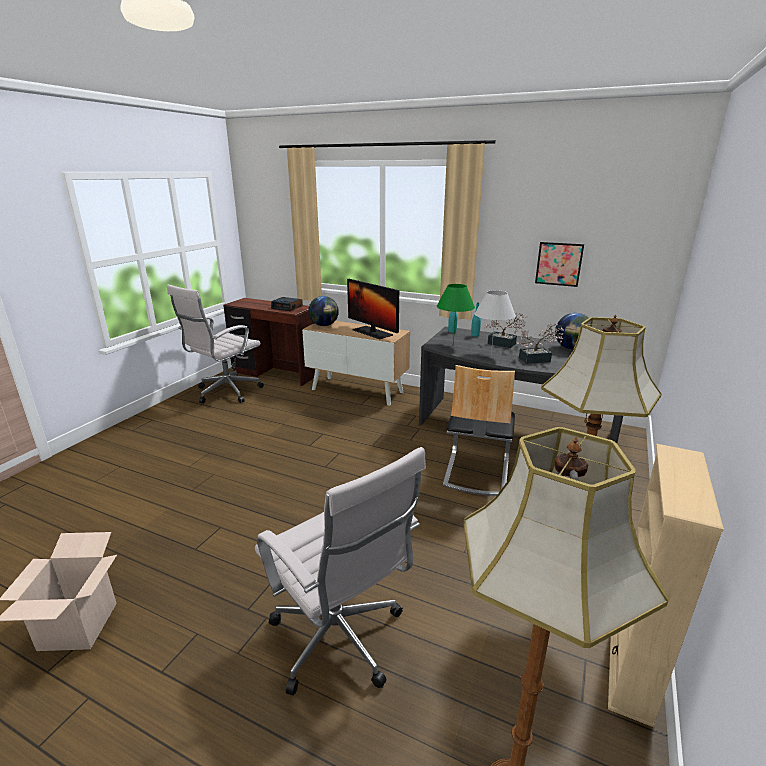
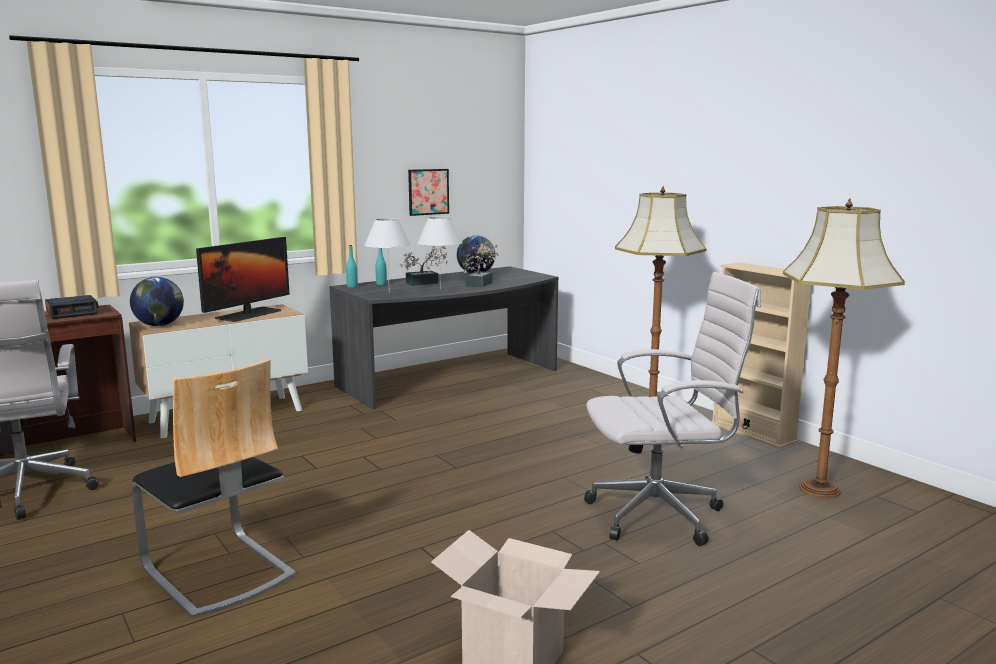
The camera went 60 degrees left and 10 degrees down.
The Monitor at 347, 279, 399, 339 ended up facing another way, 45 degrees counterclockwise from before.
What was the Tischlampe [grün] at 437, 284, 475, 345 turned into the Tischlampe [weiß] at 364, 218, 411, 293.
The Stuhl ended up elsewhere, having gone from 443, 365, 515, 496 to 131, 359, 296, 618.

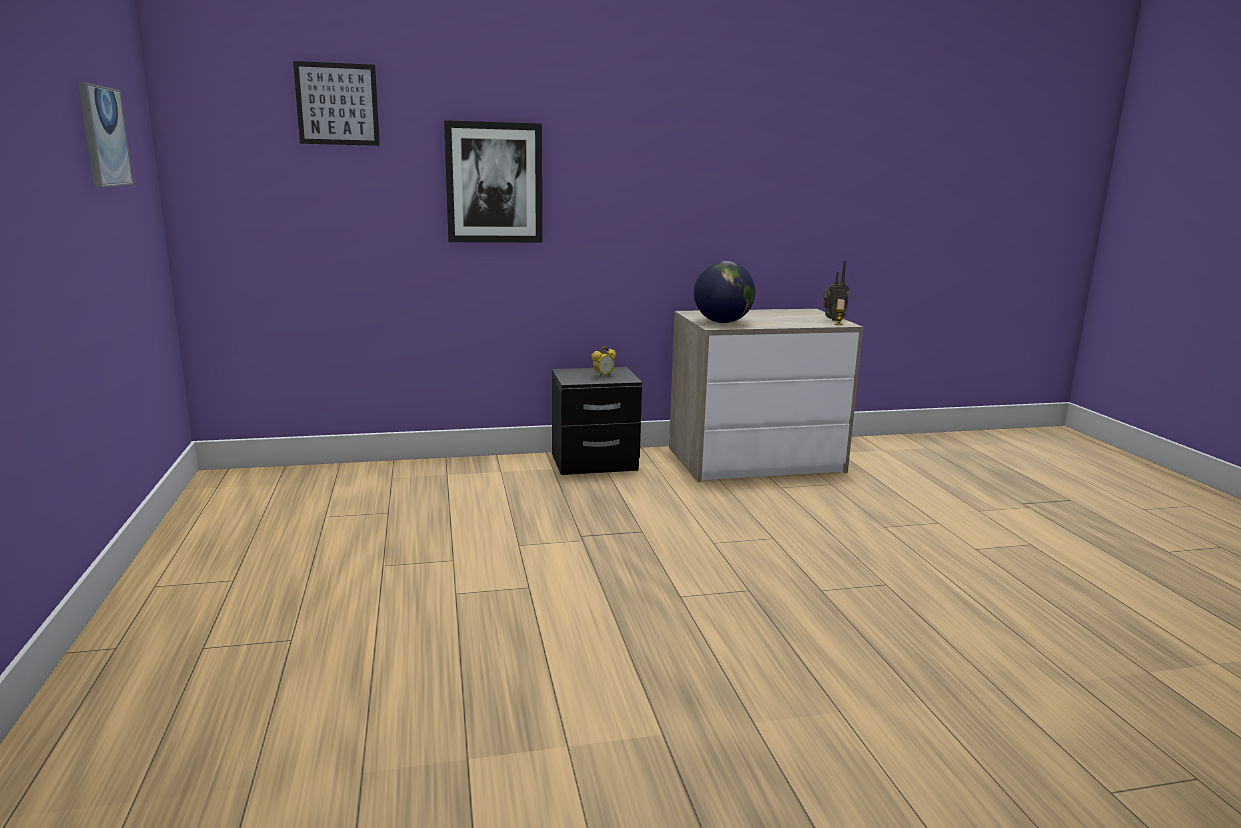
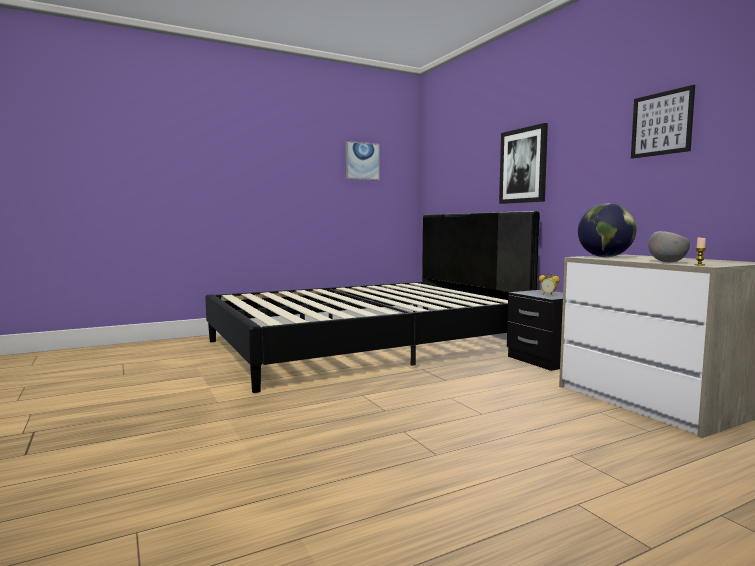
The camera went 75 degrees right and 10 degrees down.
The Bild ended up elsewhere, having gone from 293, 61, 380, 146 to 631, 85, 695, 159.
The second view lost the Radio at 823, 260, 849, 321.
The second view gained the Bett [schwarz] at 205, 211, 540, 393.
The second view gained the Schüssel [grau] at 648, 231, 690, 262.

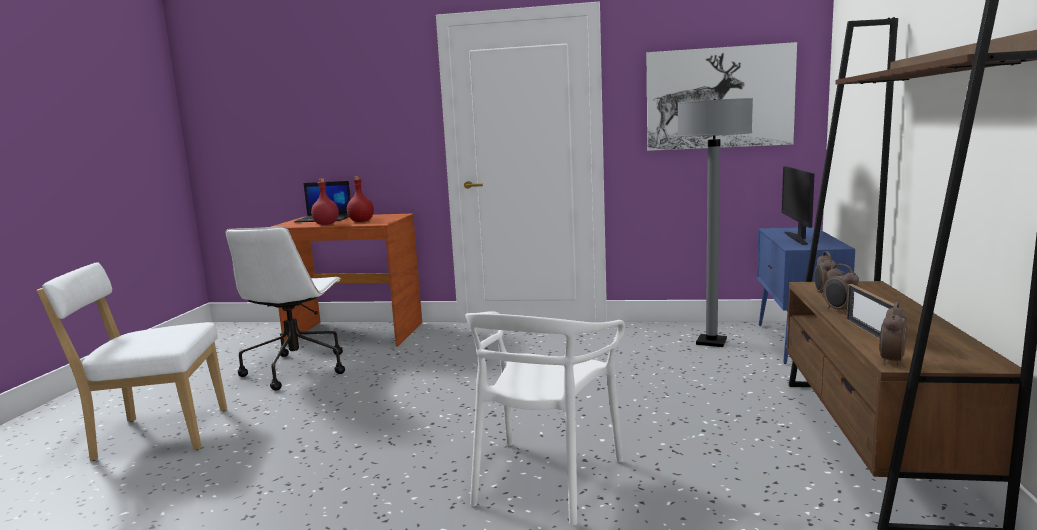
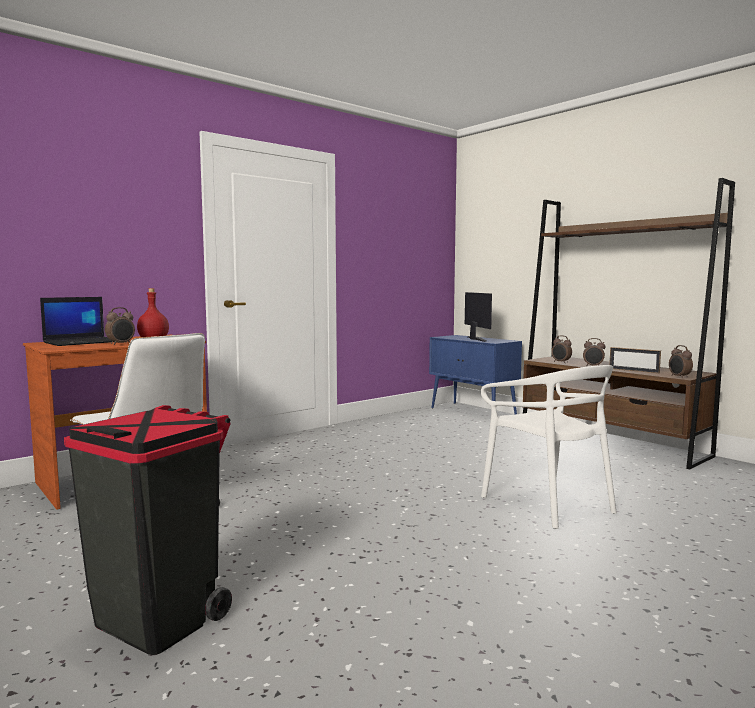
The camera went 50 degrees left and 5 degrees down.
The second view lost the Bild at 647, 42, 797, 151.
The second view lost the Stehlampe [grau] at 677, 98, 753, 347.
The Monitor at 781, 166, 814, 245 ended up facing another way, 150 degrees counterclockwise from before.
Where the Flasche [rot] stood at 311, 178, 339, 225, the Wecker came to stand at 105, 307, 135, 345.
Where the Stuhl [weiß] stood at 37, 262, 227, 461, the Mülleimer [schwarz] came to stand at 64, 405, 232, 655.

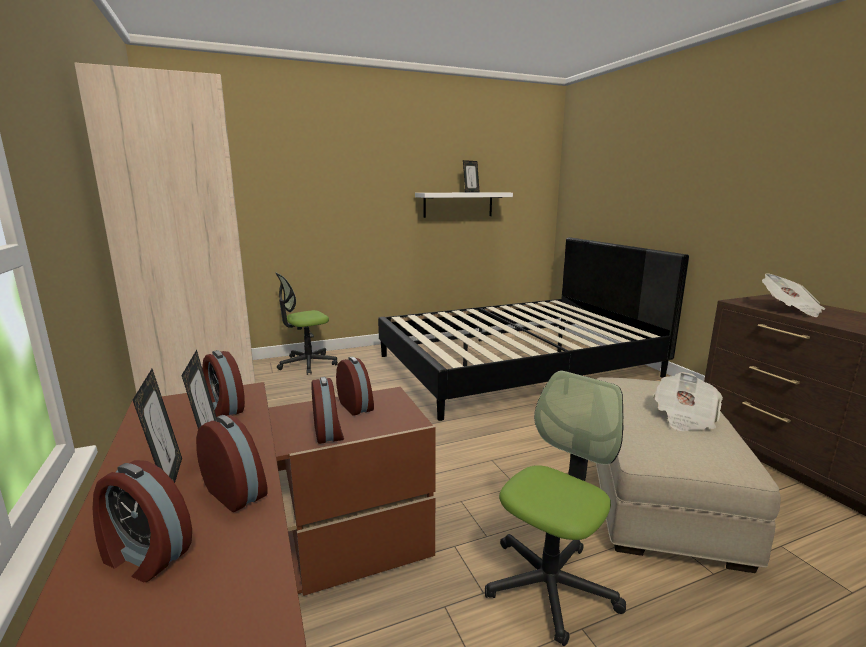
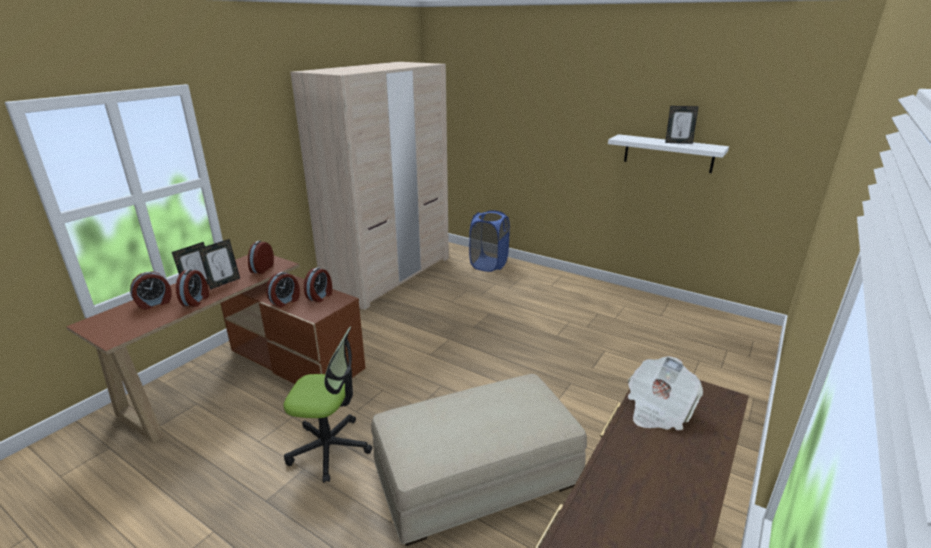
The camera went 55 degrees right and 10 degrees up.
The second view lost the Bett [schwarz] at 378, 237, 689, 421.
Where the Bürostuhl stood at 275, 272, 338, 375, the Wäschekorb [blau] came to stand at 469, 210, 510, 272.
The second view lost the Zeitung at 653, 372, 723, 431.
The Wecker at 93, 460, 192, 582 ended up facing another way, 120 degrees counterclockwise from before.

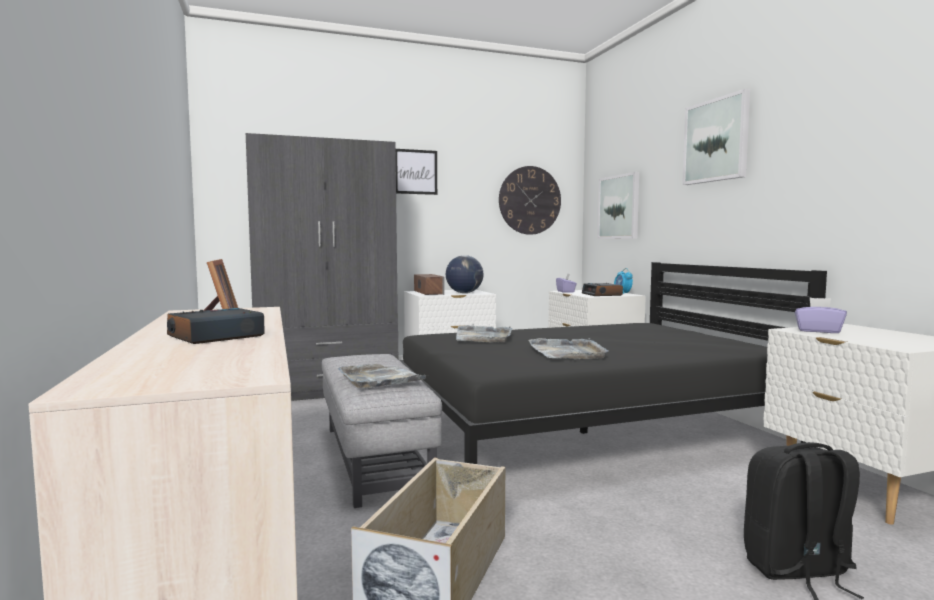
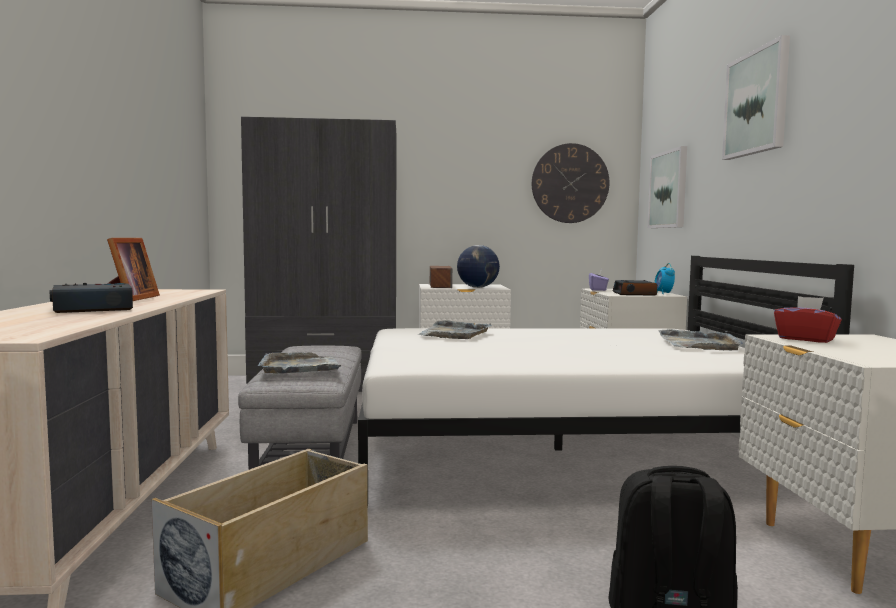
The camera went 15 degrees right and 0 degrees up.
The second view lost the Bild at 396, 149, 437, 195.
What was the Bett [schwarz] at 399, 262, 827, 464 turned into the Bett [weiß] at 358, 256, 854, 464.
What was the Taschentuchbox [lila] at 795, 298, 847, 333 turned into the Taschentuchbox [rot] at 774, 296, 842, 343.
The Tablett [grau] ended up elsewhere, having gone from 528, 338, 609, 359 to 658, 329, 744, 350.

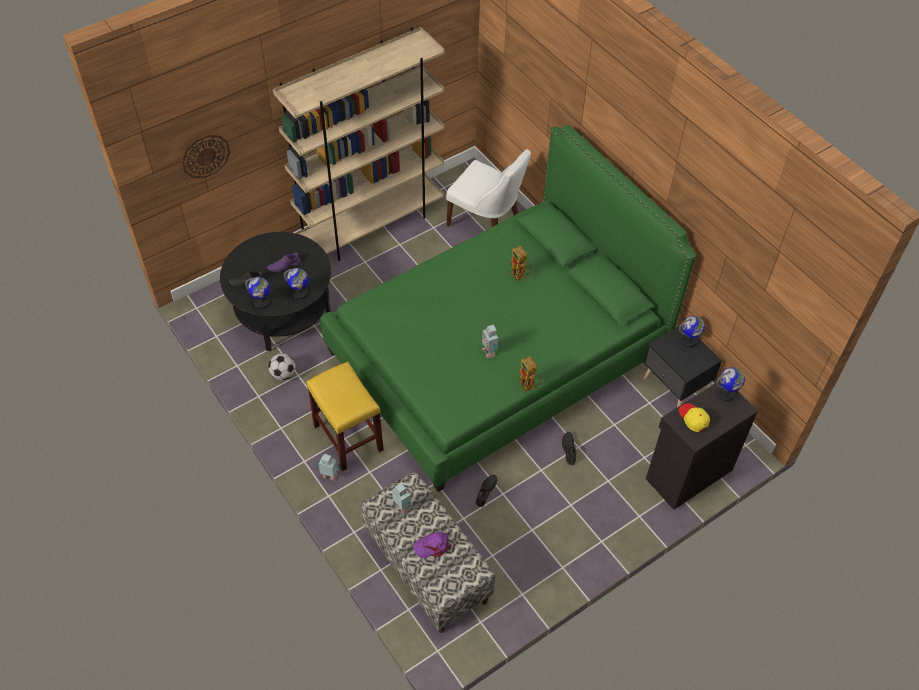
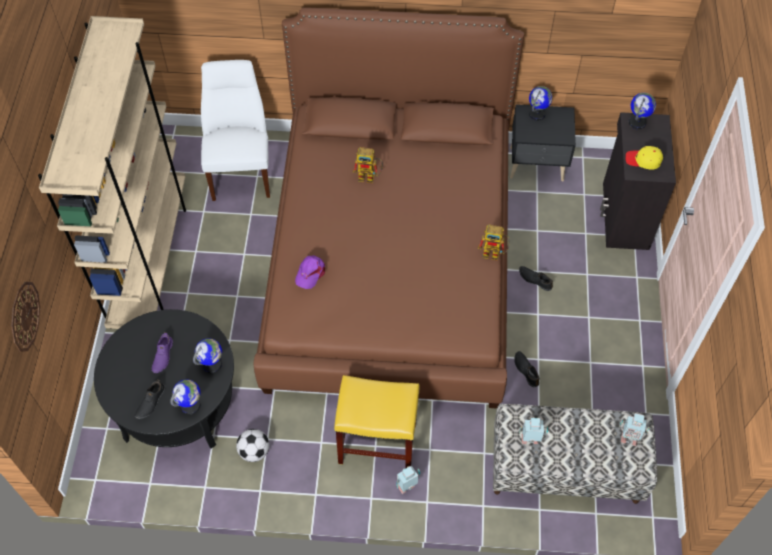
The camera went 50 degrees left and 5 degrees up.
What was the Bett [grün] at 320, 125, 696, 492 turned into the Bett [braun] at 254, 8, 524, 408.
The Stuhl [weiß] at 446, 149, 531, 227 ended up facing another way, 75 degrees counterclockwise from before.
The Spielzeugroboter ended up elsewhere, having gone from 482, 325, 499, 359 to 620, 413, 649, 446.
The Kappe [lila] ended up elsewhere, having gone from 413, 532, 451, 558 to 295, 255, 325, 289.

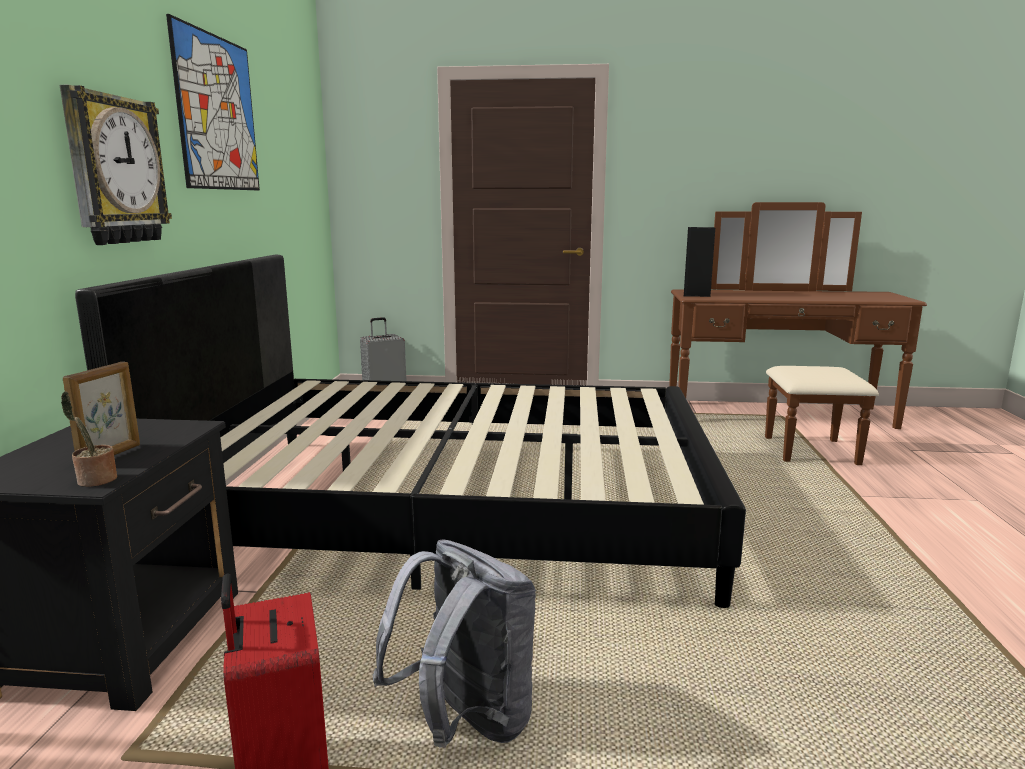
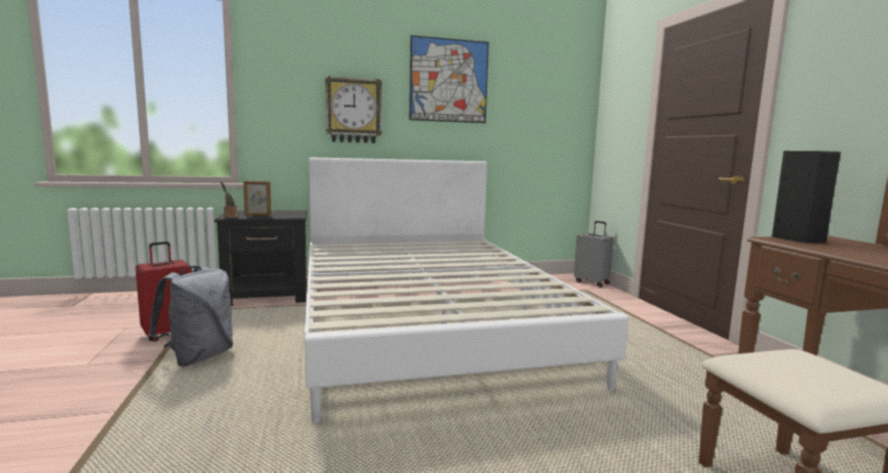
The camera went 70 degrees right and 5 degrees down.
What was the Bett [schwarz] at 75, 255, 746, 608 turned into the Bett [weiß] at 304, 157, 629, 423.

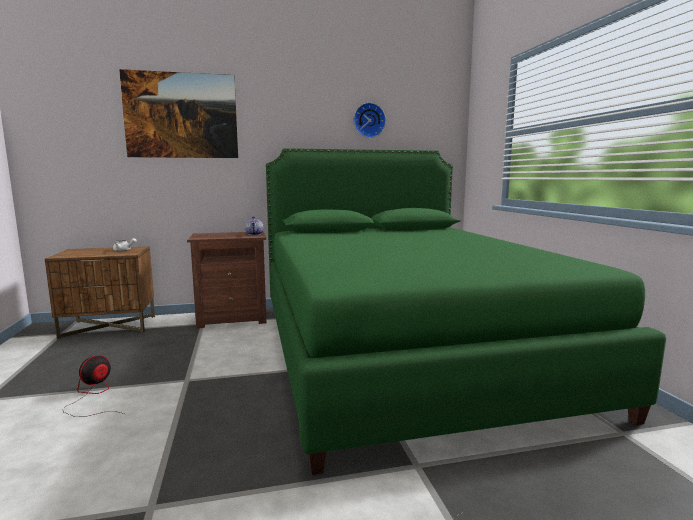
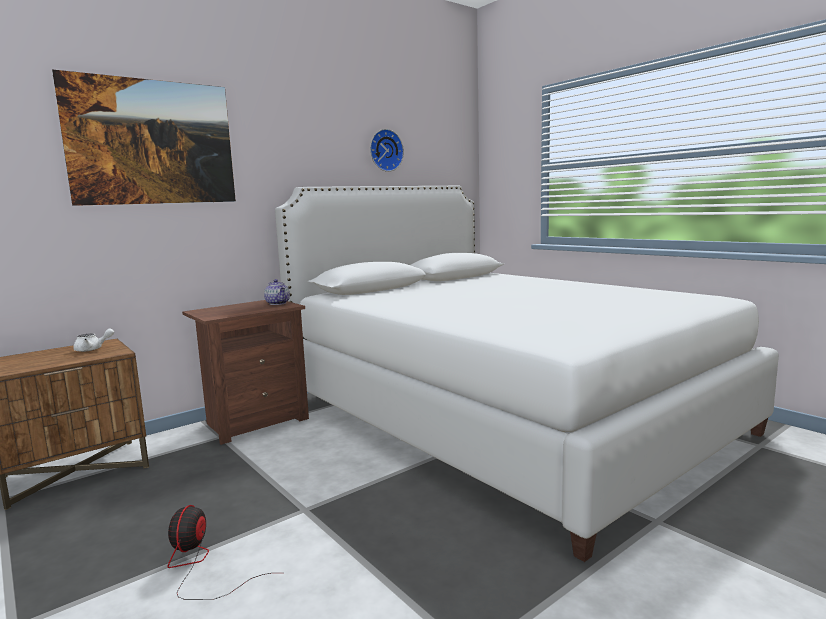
The camera went 25 degrees left and 0 degrees up.
What was the Bett [grün] at 266, 148, 666, 475 turned into the Bett [weiß] at 275, 186, 779, 562.

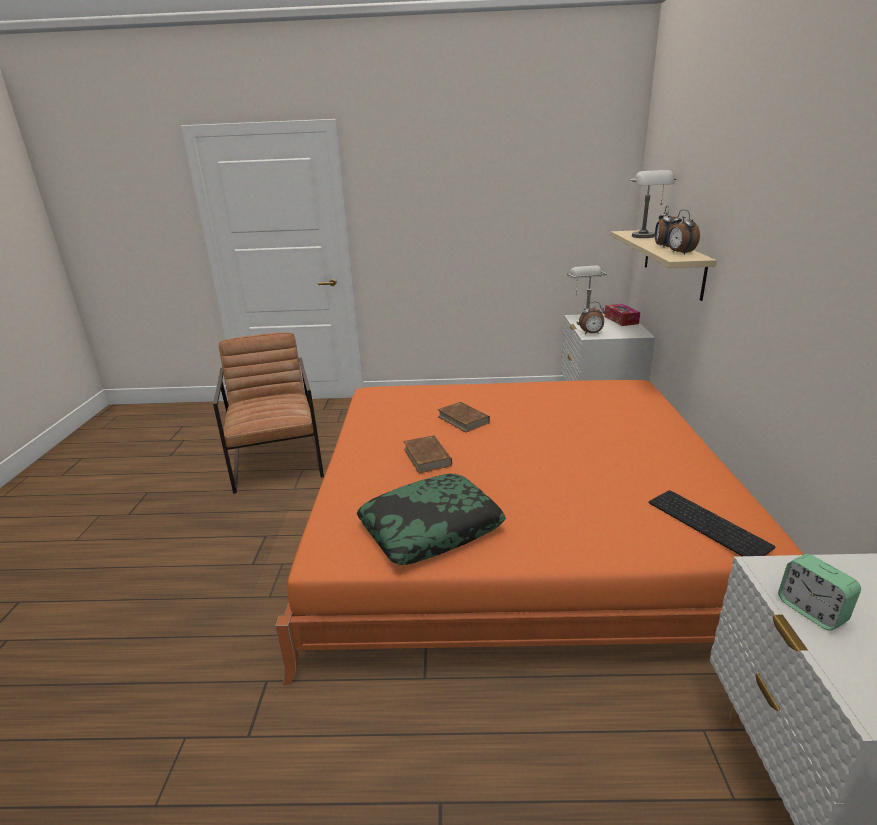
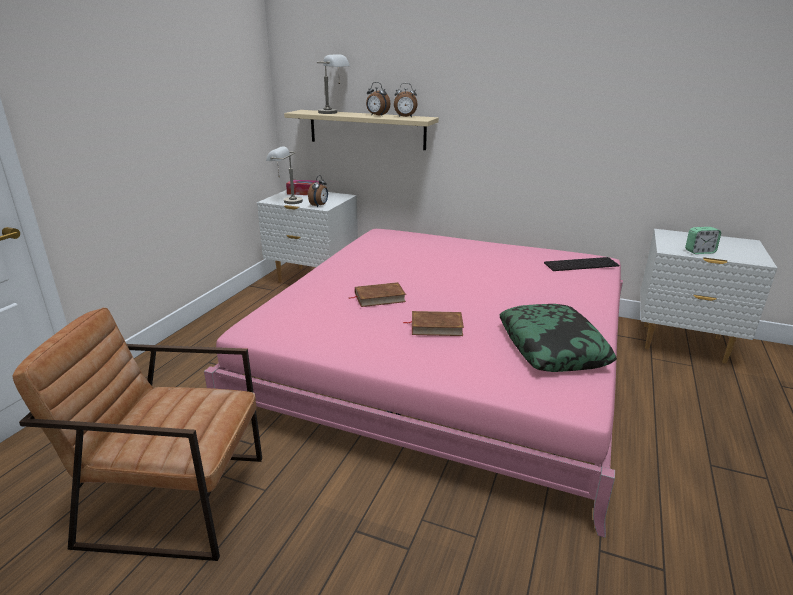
The camera went 70 degrees left and 0 degrees up.
What was the Bett [orange] at 275, 380, 804, 685 turned into the Bett [rosa] at 204, 229, 623, 538.

